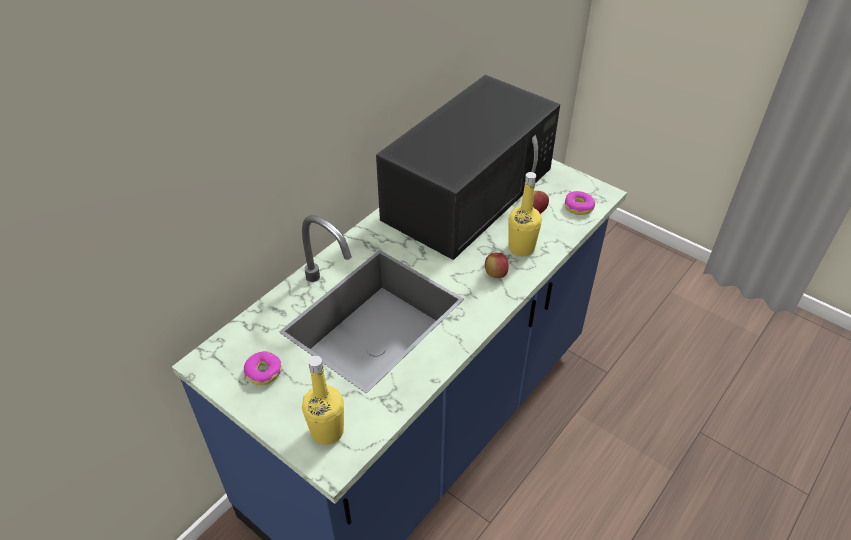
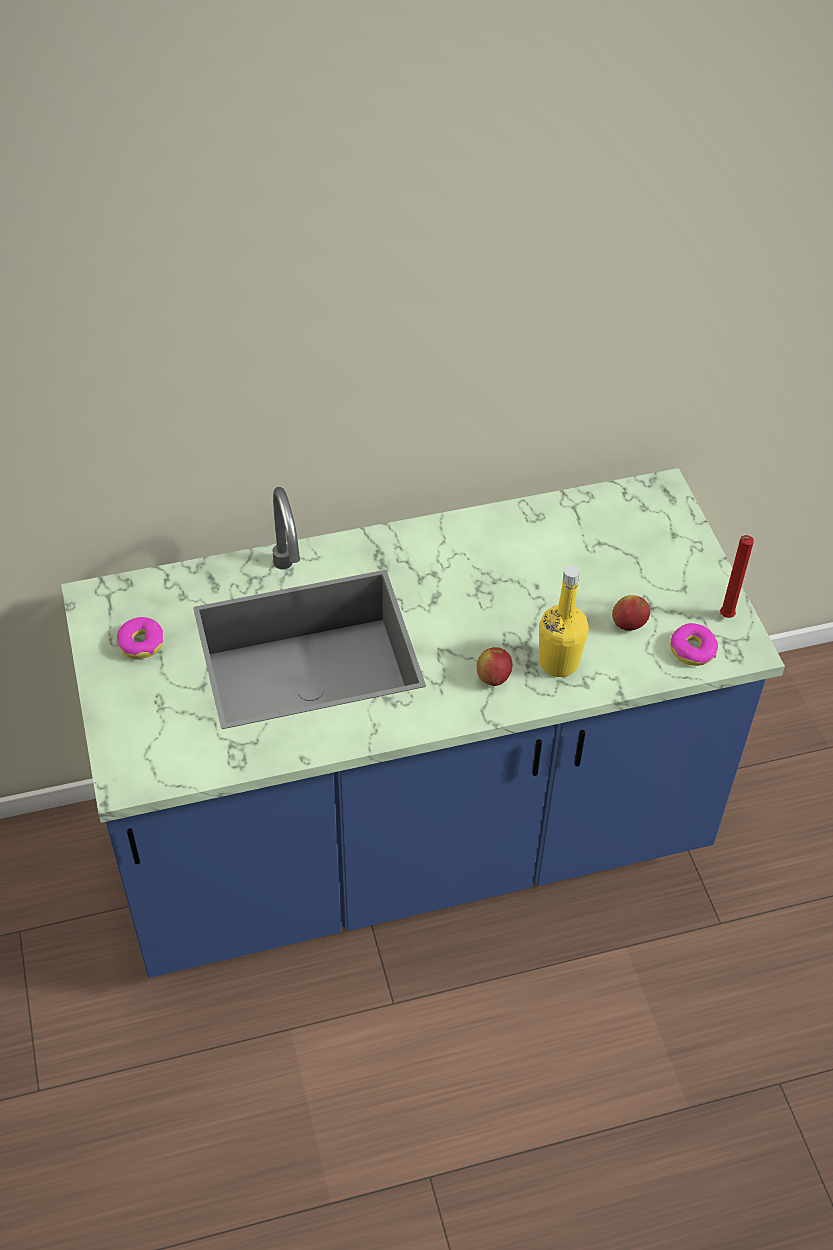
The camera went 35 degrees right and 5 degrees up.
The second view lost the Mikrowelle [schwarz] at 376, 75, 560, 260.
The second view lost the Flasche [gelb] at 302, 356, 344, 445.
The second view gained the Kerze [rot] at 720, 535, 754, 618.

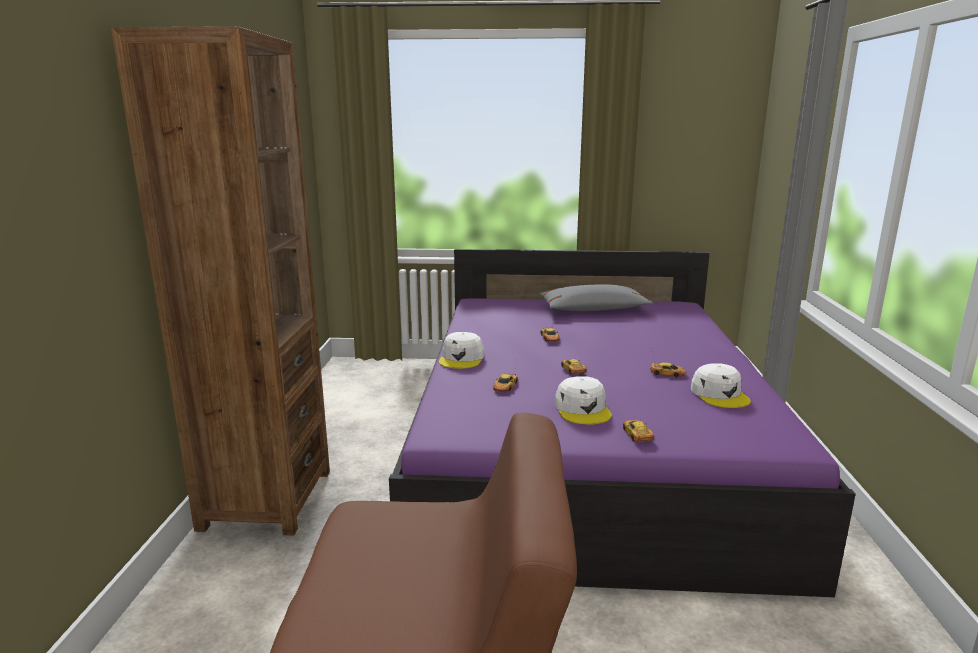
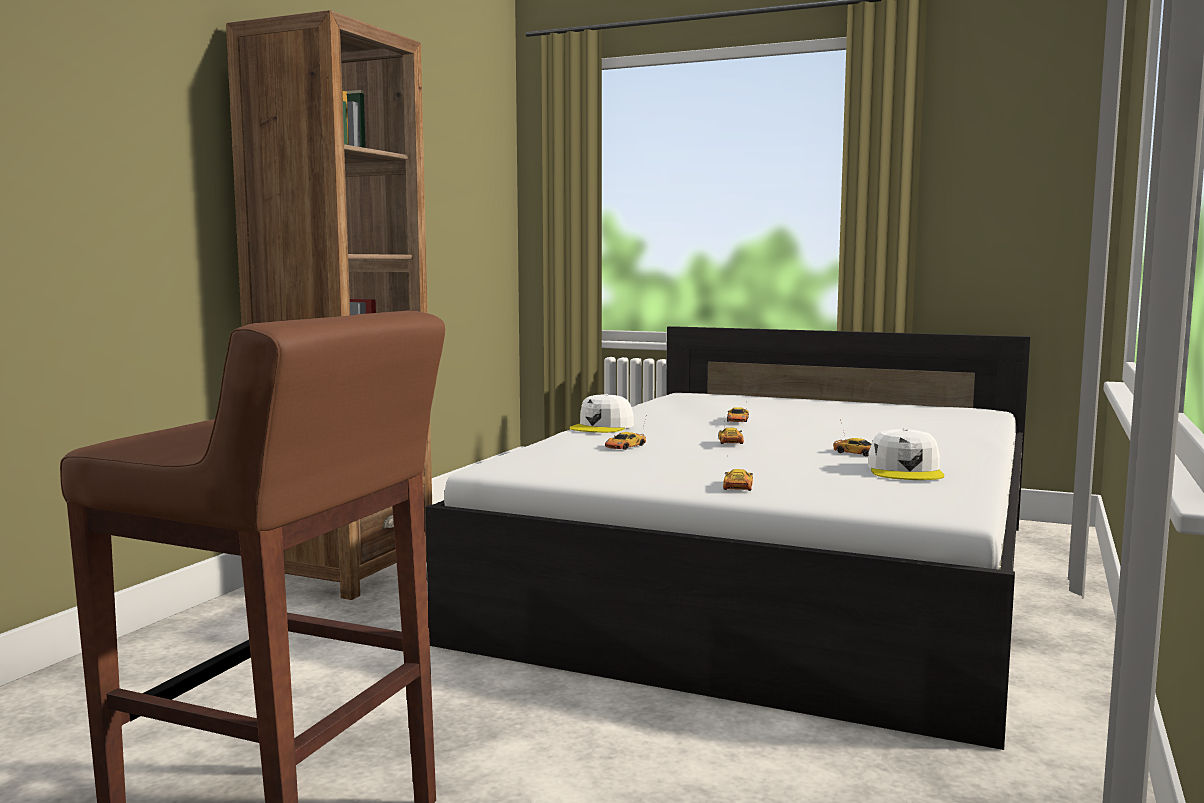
The camera went 20 degrees right and 10 degrees down.
What was the Bett [lila] at 389, 249, 856, 597 turned into the Bett [weiß] at 425, 326, 1030, 750.
The second view lost the Kissen [grau] at 539, 284, 653, 311.
The second view lost the Kappe [weiß] at 555, 376, 612, 425.

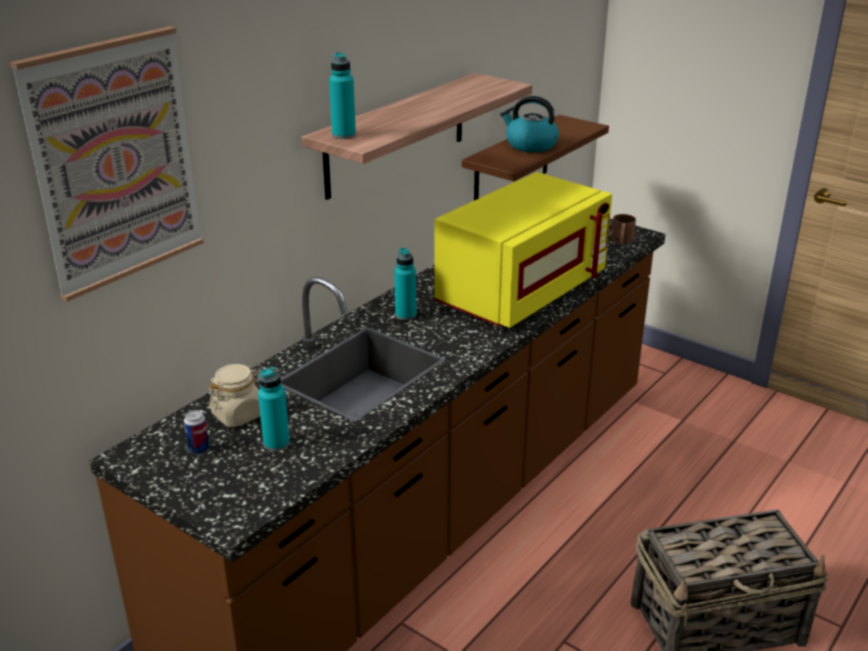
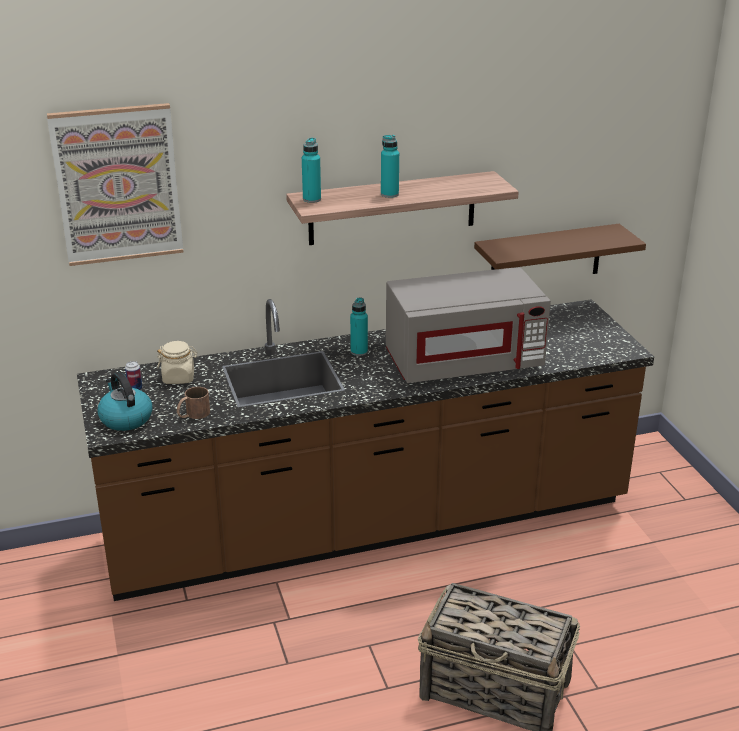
The camera went 35 degrees right and 0 degrees up.
The Wasserkessel ended up elsewhere, having gone from 500, 96, 559, 152 to 97, 372, 152, 431.
What was the Mikrowelle [gelb] at 435, 172, 612, 328 turned into the Mikrowelle [grau] at 386, 267, 551, 383.
The Henkelbecher [braun] ended up elsewhere, having gone from 611, 214, 636, 245 to 177, 387, 210, 419.
The Flasche [türkis] ended up elsewhere, having gone from 258, 367, 290, 451 to 381, 135, 399, 198.

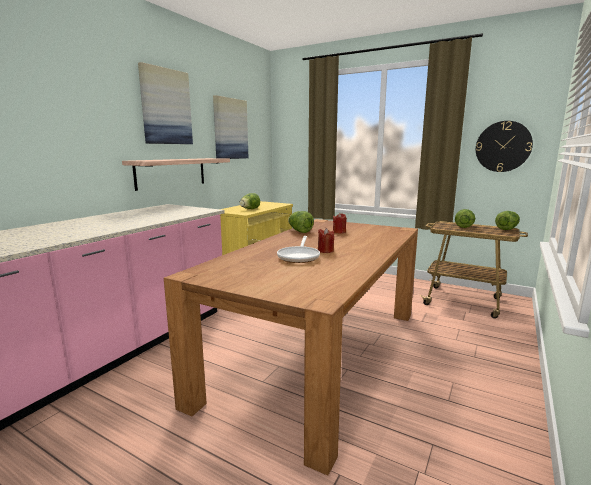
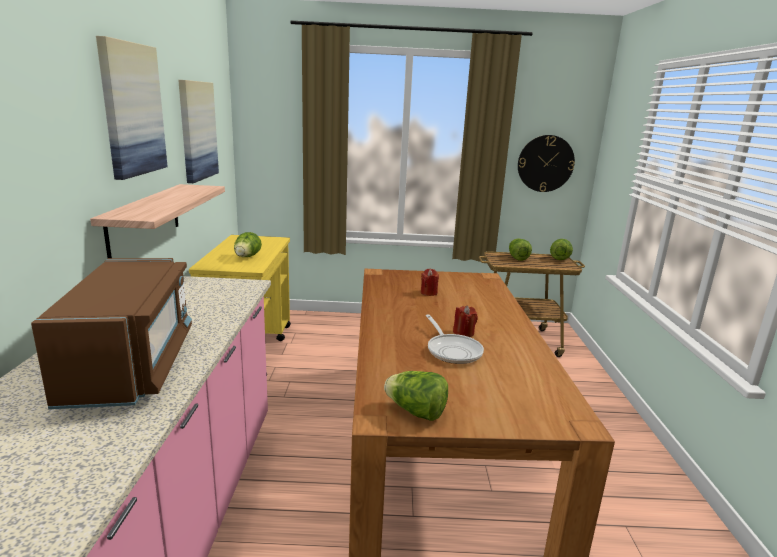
The camera went 30 degrees left and 5 degrees up.
The Salatkopf ended up elsewhere, having gone from 288, 211, 314, 233 to 384, 371, 448, 421.
The second view gained the Mikrowelle [braun] at 31, 258, 192, 409.

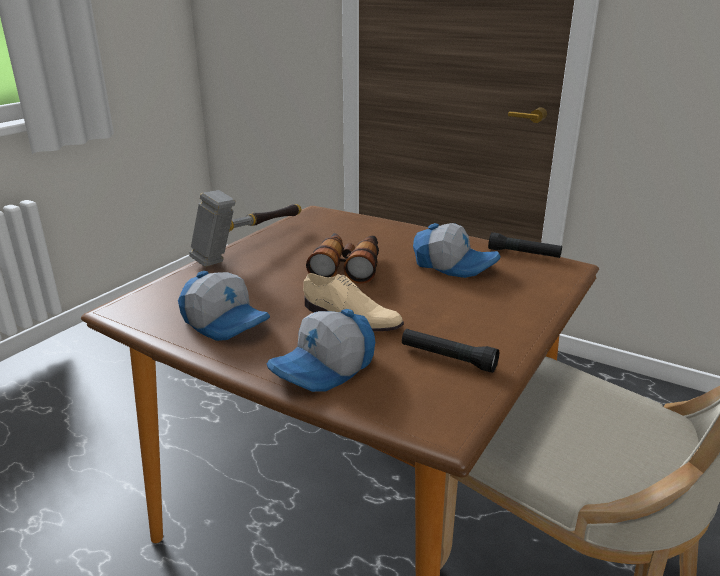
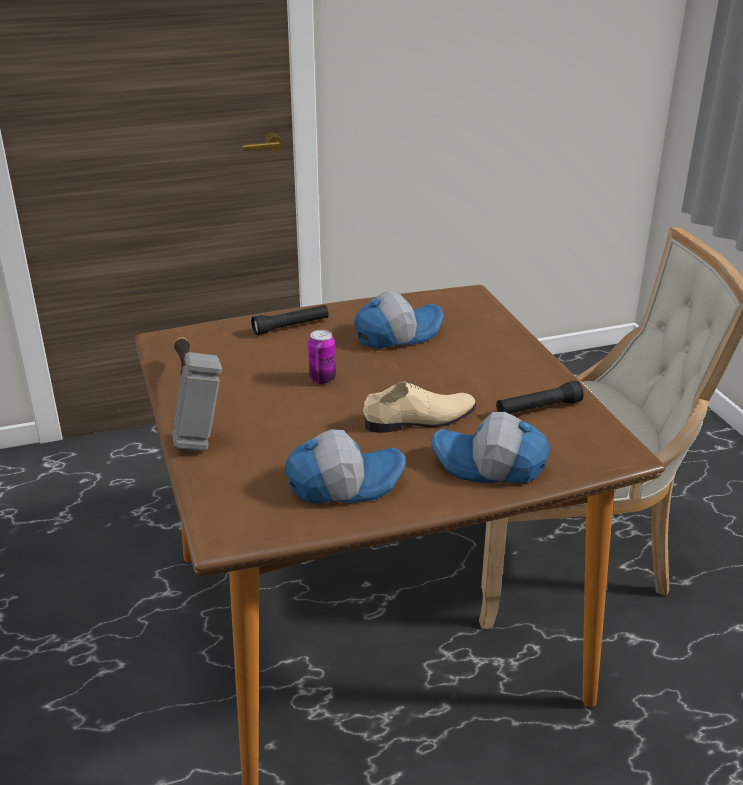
The camera went 50 degrees left and 5 degrees up.
The Taschenlampe [schwarz] ended up elsewhere, having gone from 488, 232, 562, 258 to 251, 305, 329, 335.
Where the Fernglas stood at 306, 233, 379, 284, the Dose came to stand at 308, 330, 336, 384.
The Kappe at 267, 309, 375, 392 ended up facing another way, 105 degrees clockwise from before.

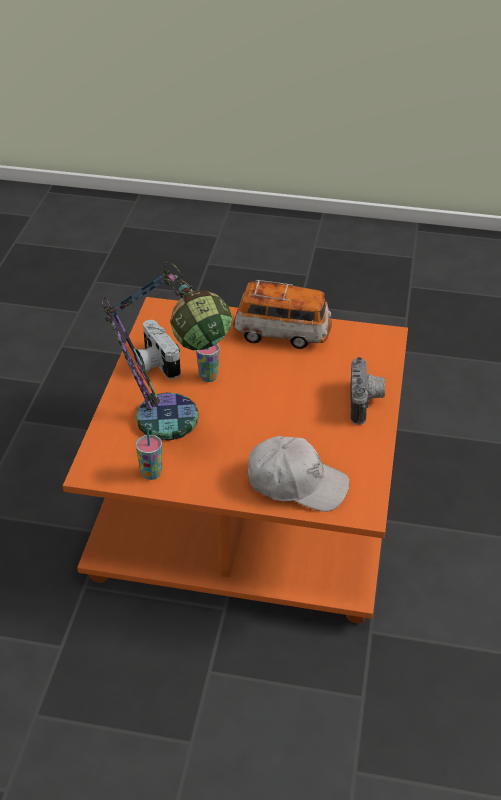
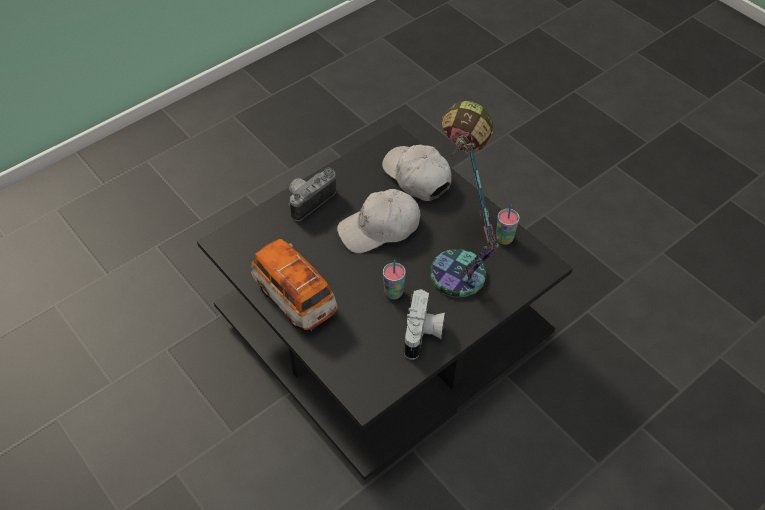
The camera went 140 degrees left and 10 degrees up.
What was the Couchtisch [orange] at 63, 297, 408, 623 turned into the Couchtisch [schwarz] at 197, 124, 573, 480.
The second view gained the Kappe [weiß] at 337, 189, 420, 253.

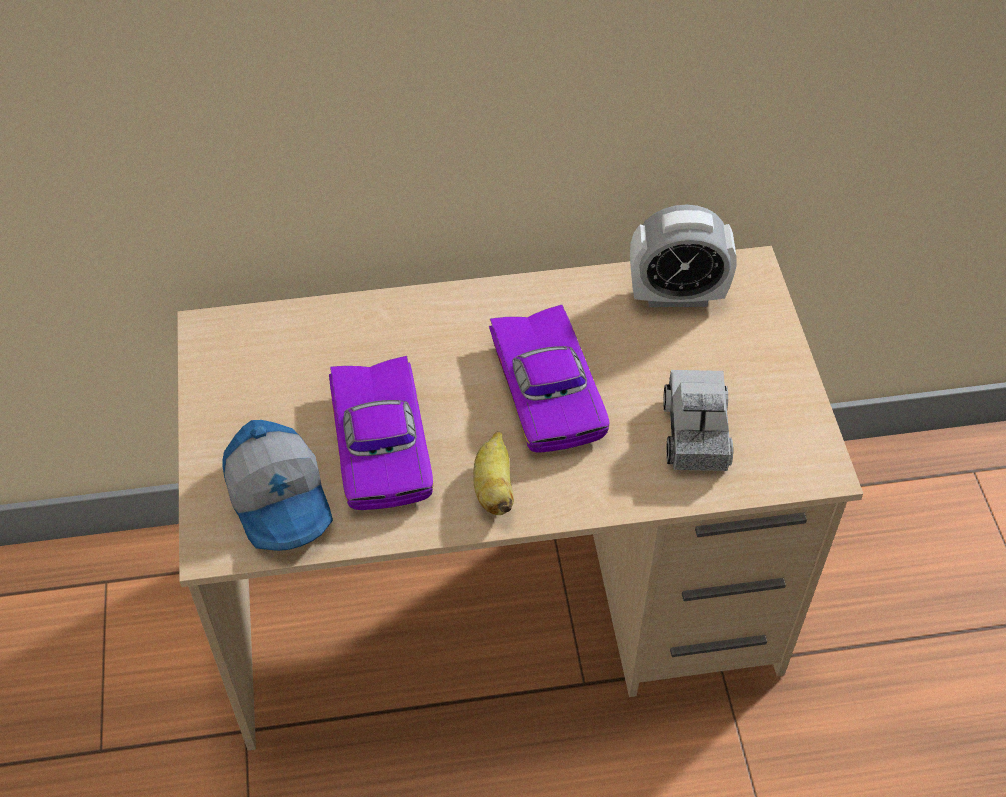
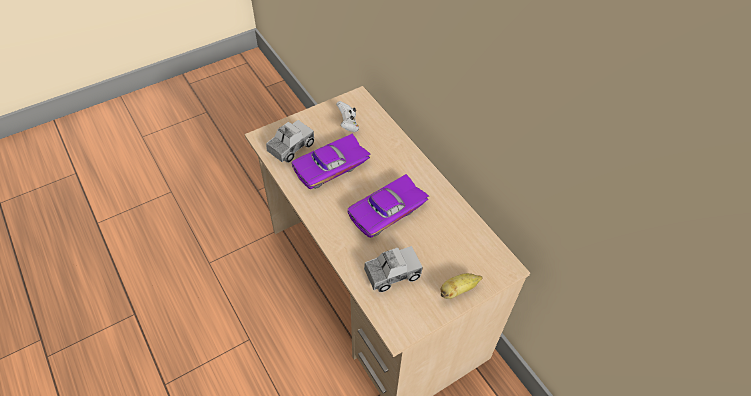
The camera went 65 degrees right and 0 degrees up.
The second view lost the Wecker at 630, 205, 736, 307.
Where the Kappe stood at 222, 420, 333, 551, the Spielzeuglaster came to stand at 266, 120, 314, 163.
The Banane ended up elsewhere, having gone from 474, 431, 514, 515 to 441, 273, 483, 299.
The second view gained the Gamepad [weiß] at 336, 101, 359, 132.

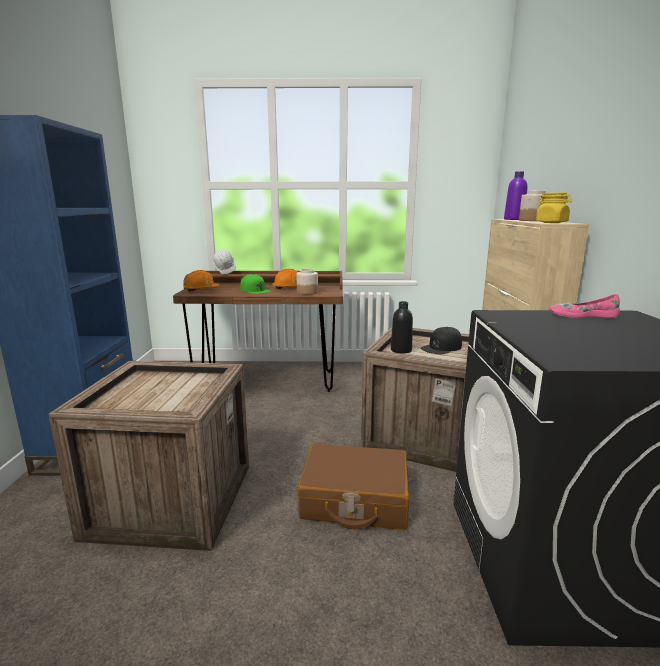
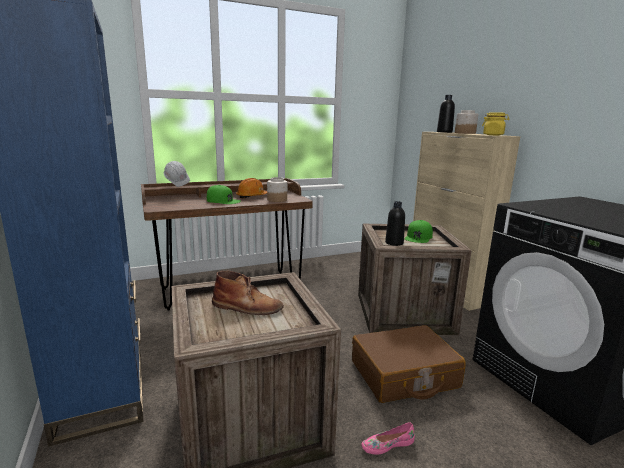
The camera went 25 degrees left and 0 degrees up.
What was the Flasche [lila] at 504, 171, 528, 220 turned into the Flasche [schwarz] at 437, 95, 455, 133.
The second view lost the Schutzhelm [orange] at 183, 270, 220, 292.
The Schuh [rosa] ended up elsewhere, having gone from 550, 294, 620, 318 to 361, 422, 415, 455.
What was the Kappe [schwarz] at 421, 327, 462, 354 turned into the Kappe [grün] at 405, 220, 433, 243.
The second view gained the Stiefel [braun] at 212, 271, 284, 315.

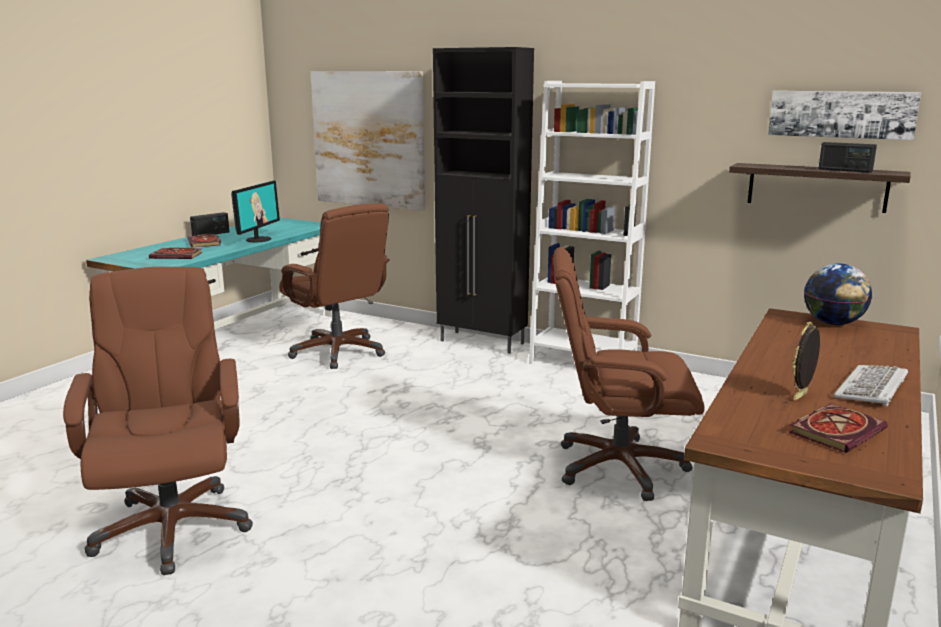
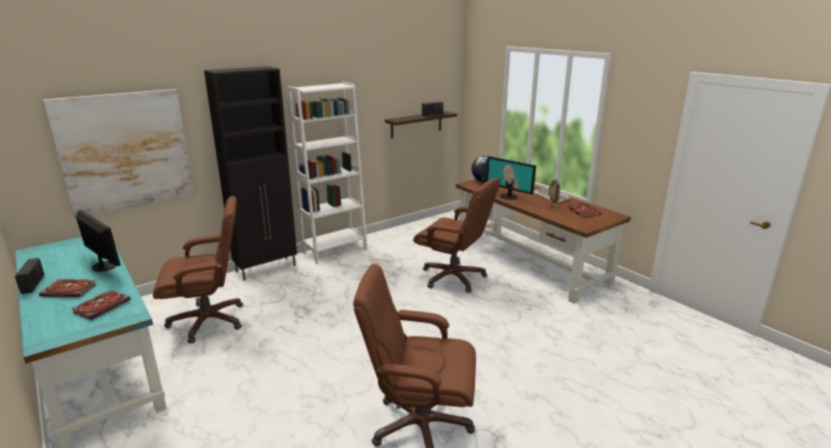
The camera went 65 degrees left and 5 degrees up.
The second view lost the Bild at 768, 91, 921, 140.
The Bürostuhl [braun] at 553, 247, 705, 501 ended up facing another way, 90 degrees counterclockwise from before.
The second view gained the Monitor at 486, 156, 536, 200.

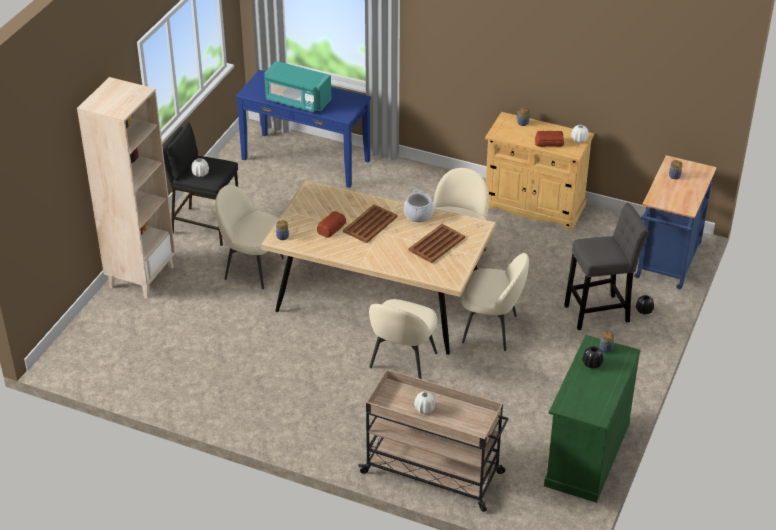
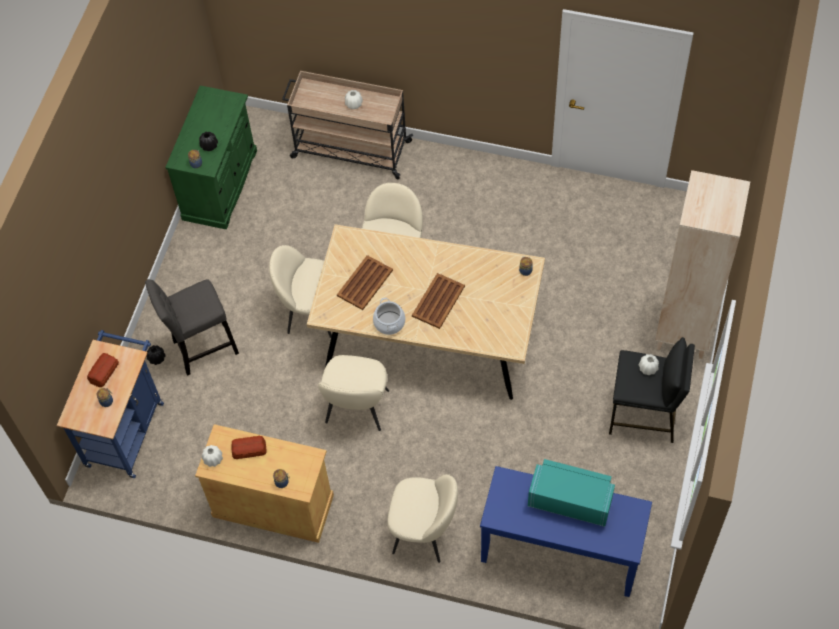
The camera went 175 degrees right and 20 degrees up.
The Stuhl [beige] ended up elsewhere, having gone from 215, 185, 284, 289 to 387, 474, 458, 563.
The Brot ended up elsewhere, having gone from 317, 211, 346, 238 to 87, 353, 119, 387.

